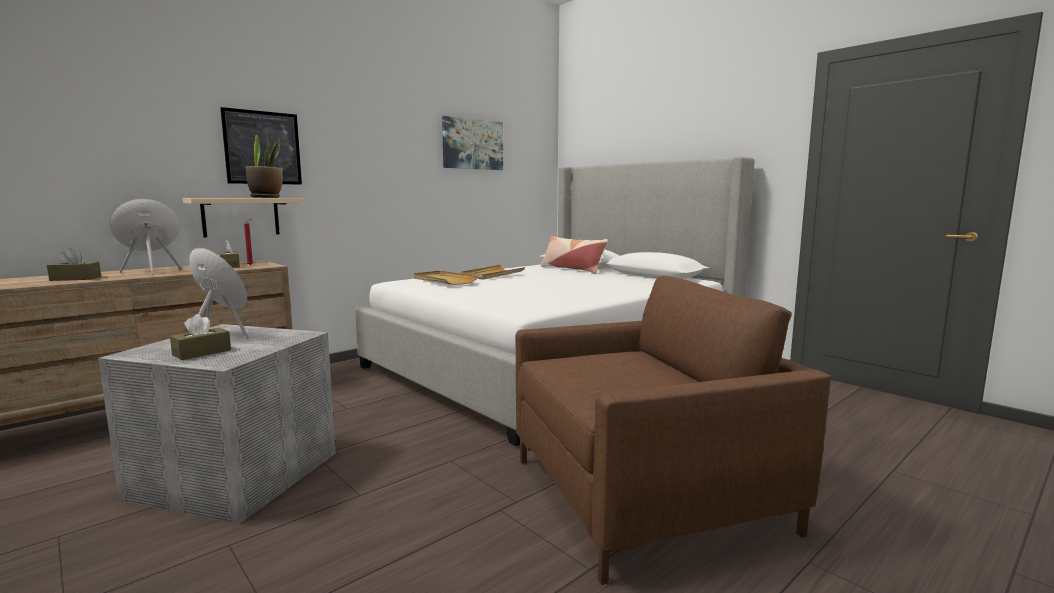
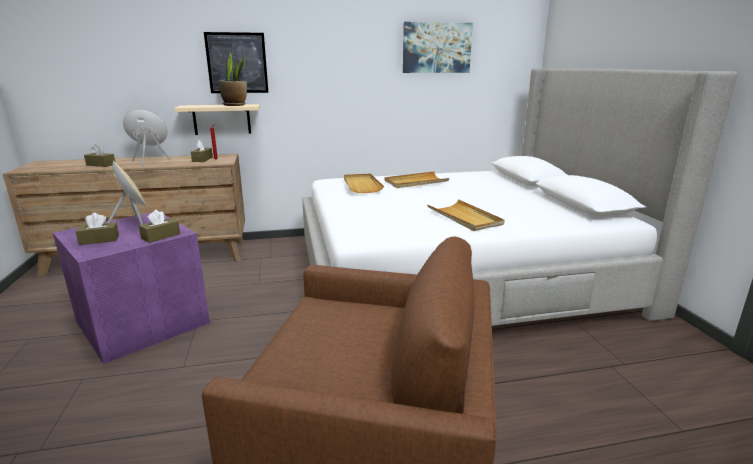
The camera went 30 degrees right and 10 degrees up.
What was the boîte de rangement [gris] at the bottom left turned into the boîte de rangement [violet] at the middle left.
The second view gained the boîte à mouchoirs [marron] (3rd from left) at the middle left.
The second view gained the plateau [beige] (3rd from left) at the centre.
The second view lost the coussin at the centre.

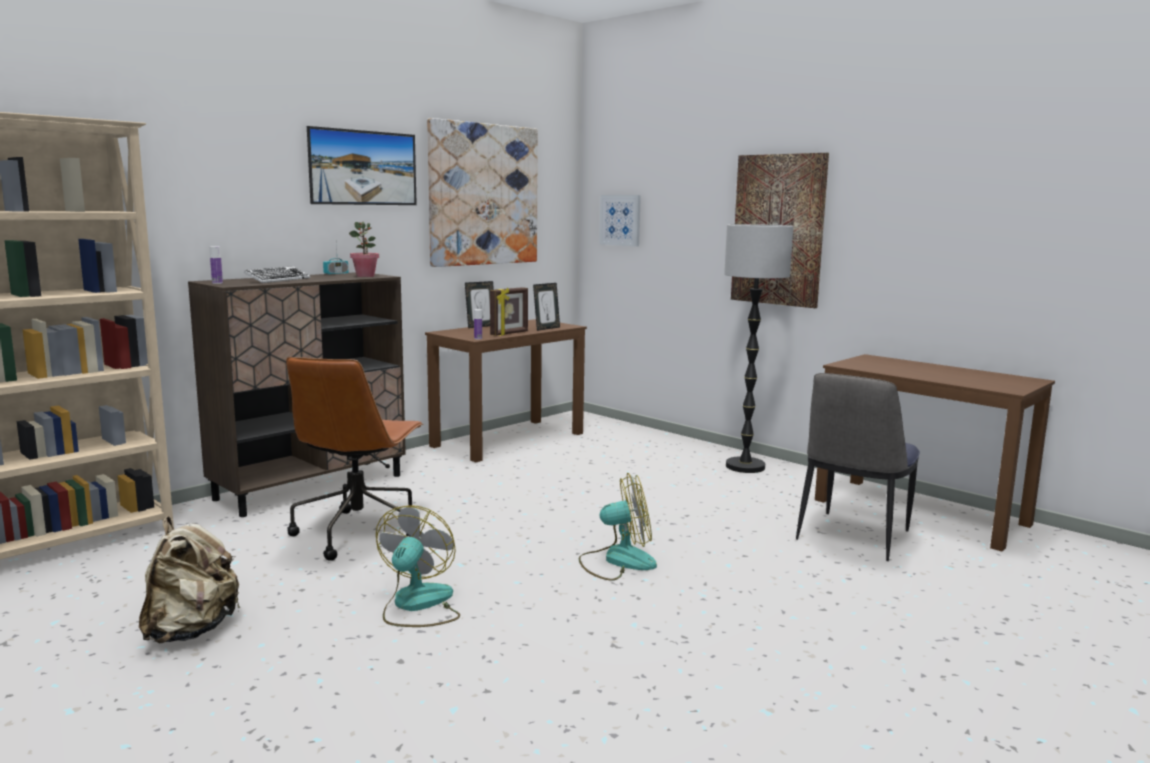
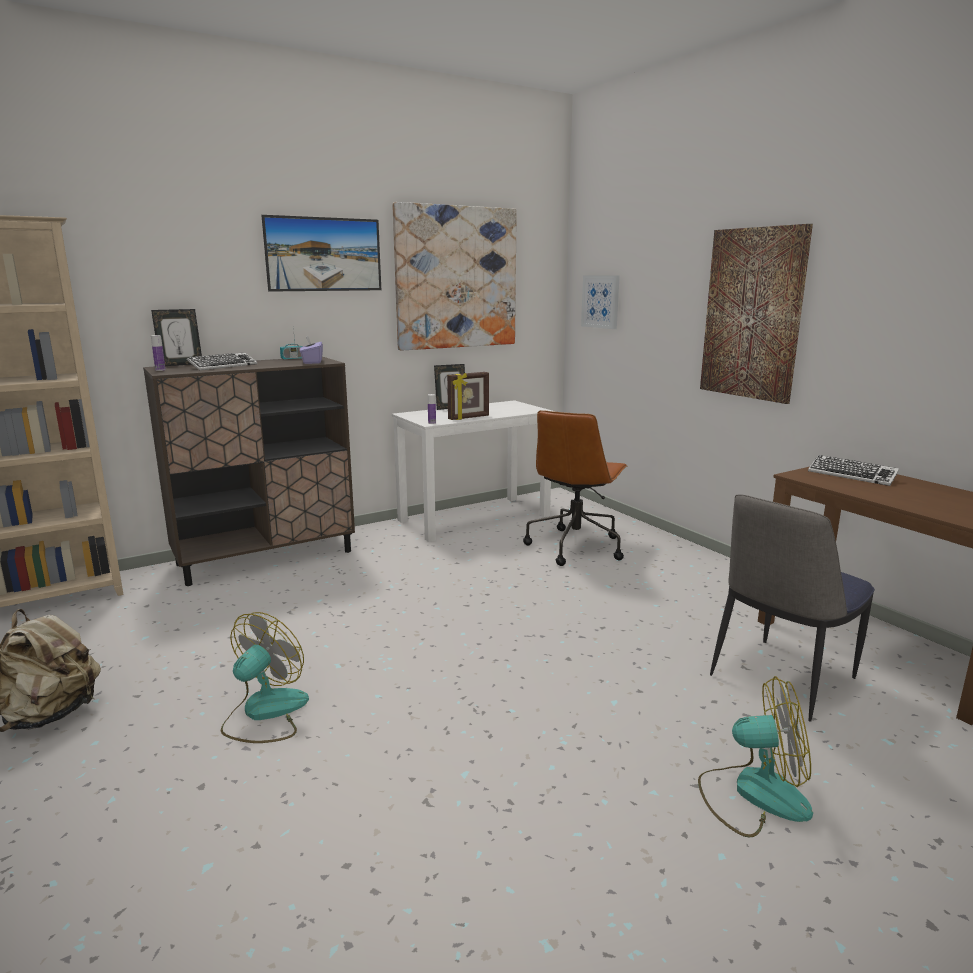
The camera went 15 degrees right and 5 degrees up.
The cadre photo (3rd from left in the first image) ended up elsewhere, having gone from the centre to the middle left.
Where the plante en pot stood at the top left, the boîte à mouchoirs [violet] came to stand at the middle left.
What was the bureau [marron] (1st from left) at the centre turned into the bureau [blanc] at the centre.
The chaise de bureau [marron] ended up elsewhere, having gone from the middle left to the centre.
The ventilateur (2nd from left) ended up elsewhere, having gone from the bottom centre to the bottom right.
The second view gained the clavier (2nd from left) at the middle right.
The second view lost the lampadaire at the centre.

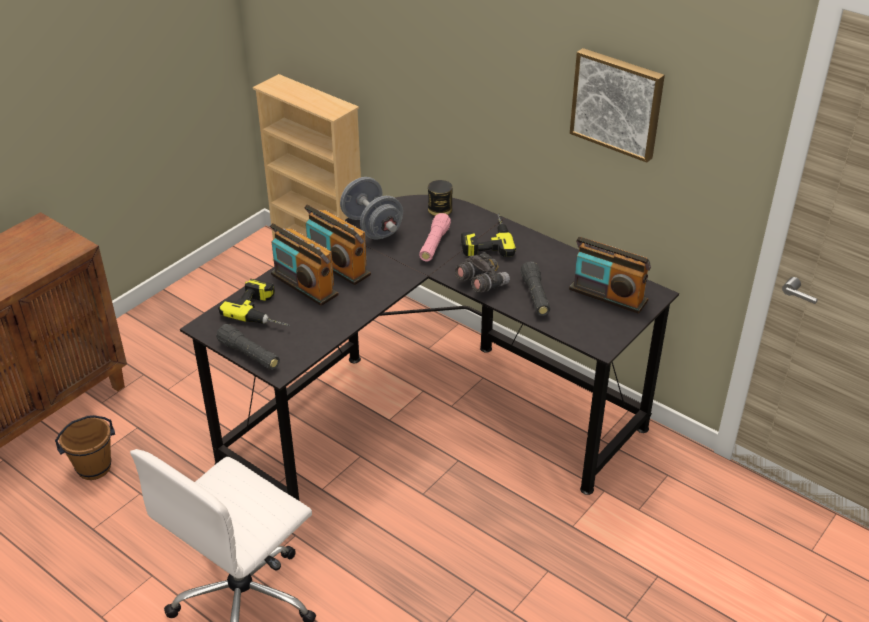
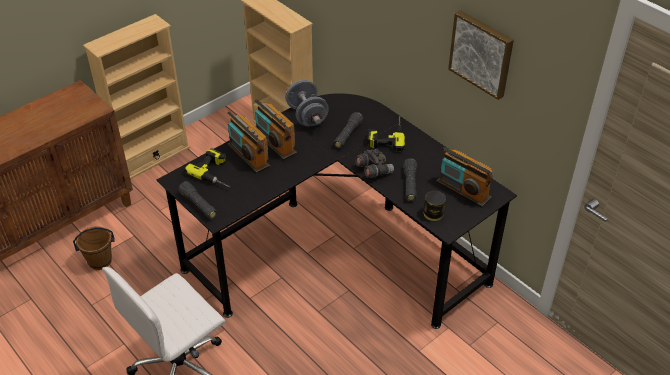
The camera went 10 degrees right and 5 degrees up.
The second view gained the bibliothèque [beige] (1st from left) at the top left.
What was the lampe de poche [rose] at the centre turned into the lampe de poche [noir] (2nd from left) at the centre.
The boîte métallique ended up elsewhere, having gone from the top centre to the centre.

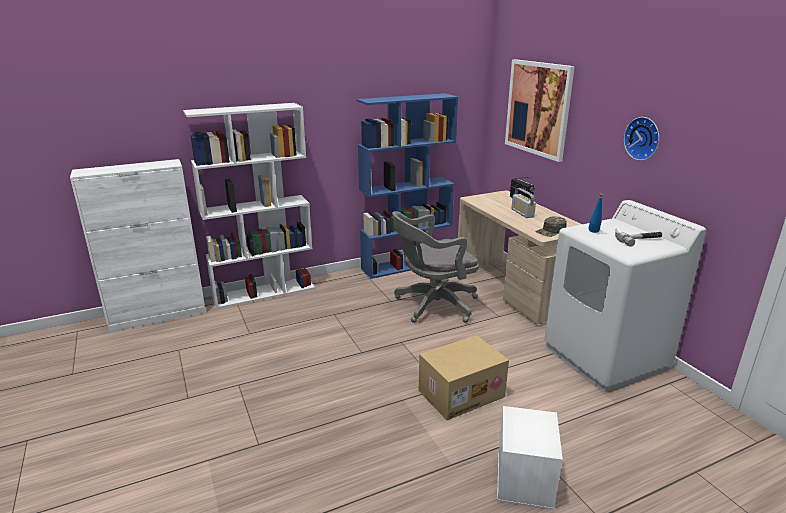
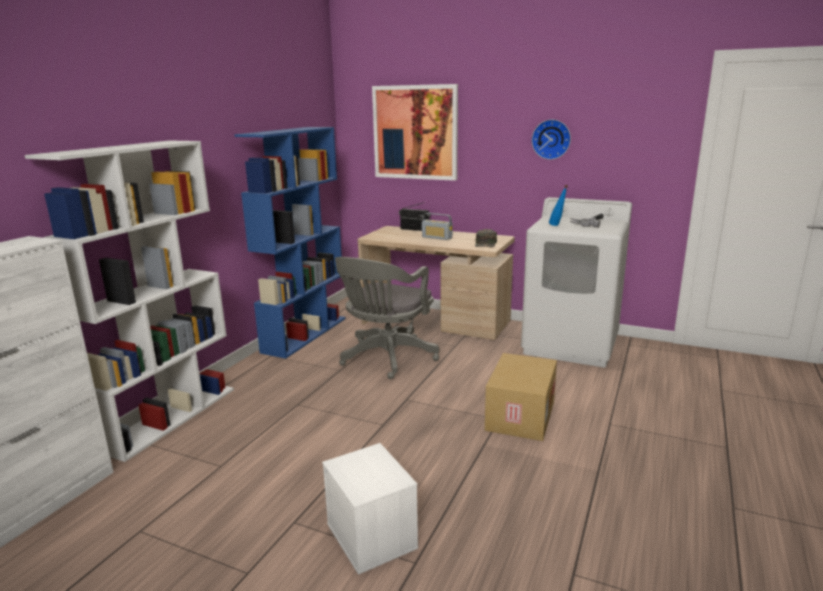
The camera went 40 degrees left and 5 degrees down.
The boîte de rangement [blanc] ended up elsewhere, having gone from the bottom right to the bottom centre.

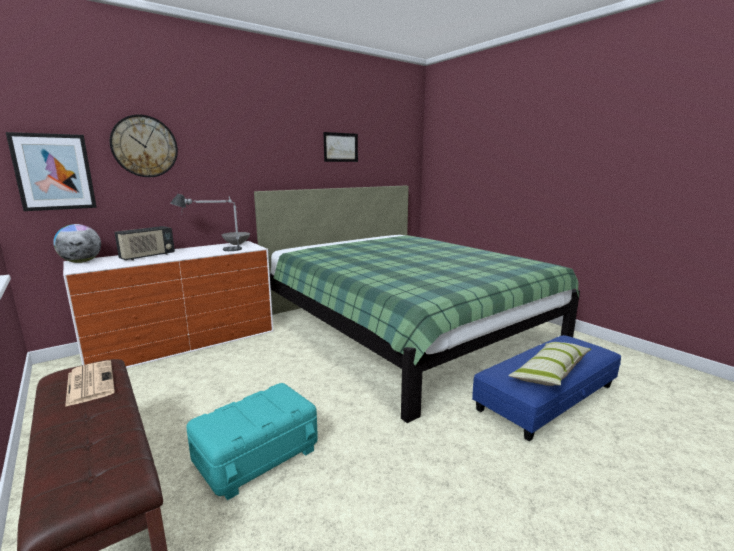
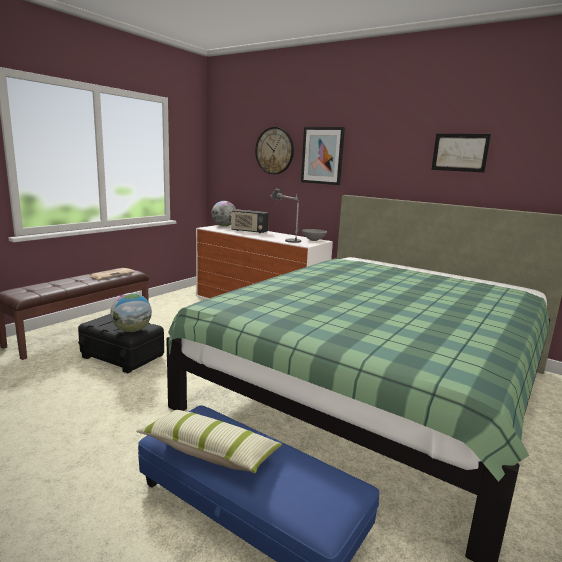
The camera went 70 degrees right and 0 degrees up.
What was the boîte de rangement [turquoise] at the bottom centre turned into the boîte de rangement [noir] at the middle left.
The second view gained the globe (1st from left) at the middle left.
The tableau (1st from left) ended up elsewhere, having gone from the top left to the top centre.

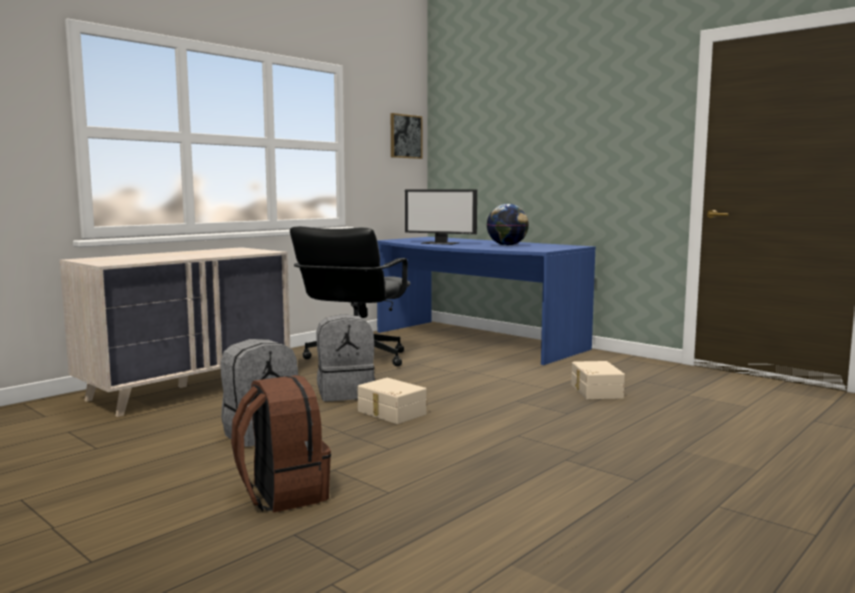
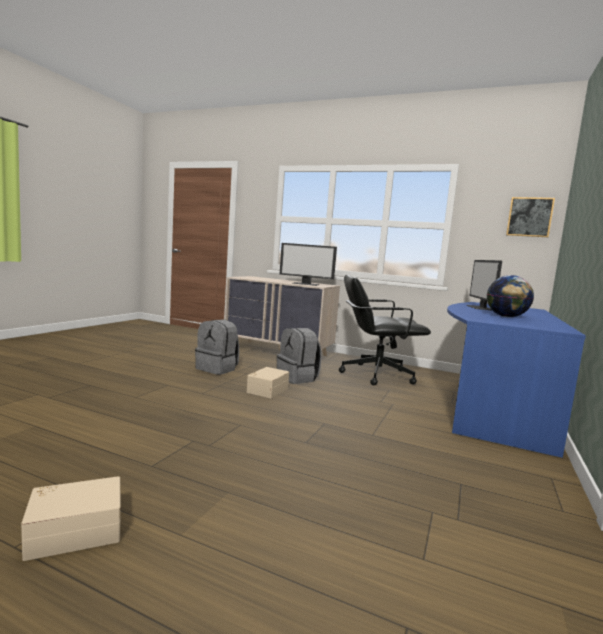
The camera went 70 degrees right and 0 degrees up.
The boîte de rangement [beige] (2nd from left in the first image) ended up elsewhere, having gone from the middle right to the bottom left.
The second view gained the écran d'ordinateur (1st from left) at the centre.
The second view lost the sac à dos [marron] at the bottom left.

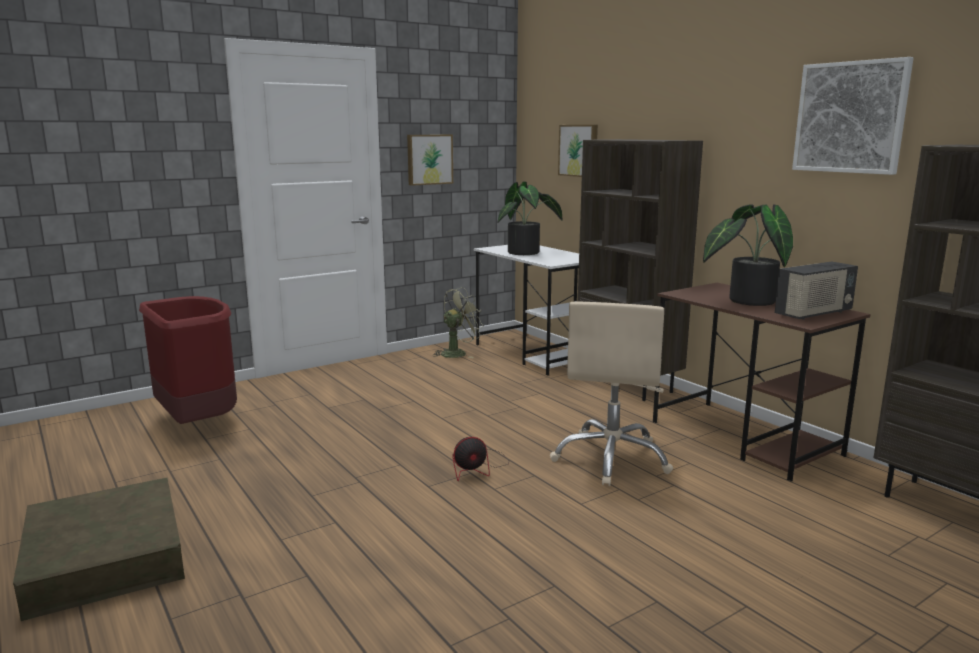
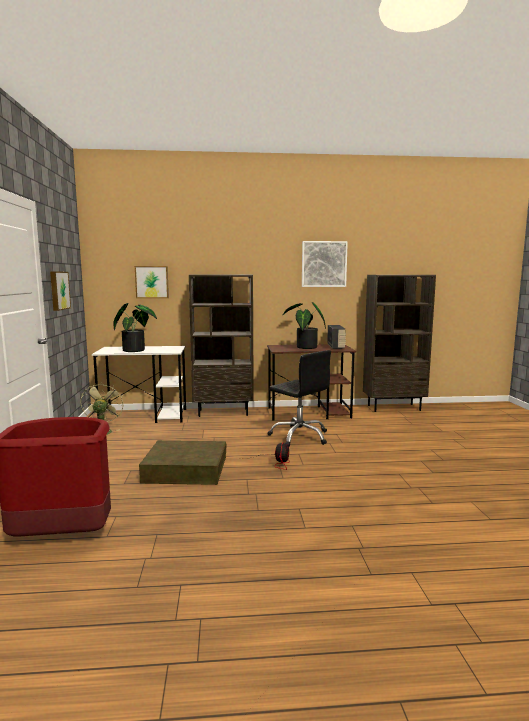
The camera went 60 degrees left and 5 degrees down.
The boîte de rangement [marron] ended up elsewhere, having gone from the bottom left to the centre.
What was the chaise de bureau [beige] at the centre turned into the chaise de bureau [noir] at the centre.

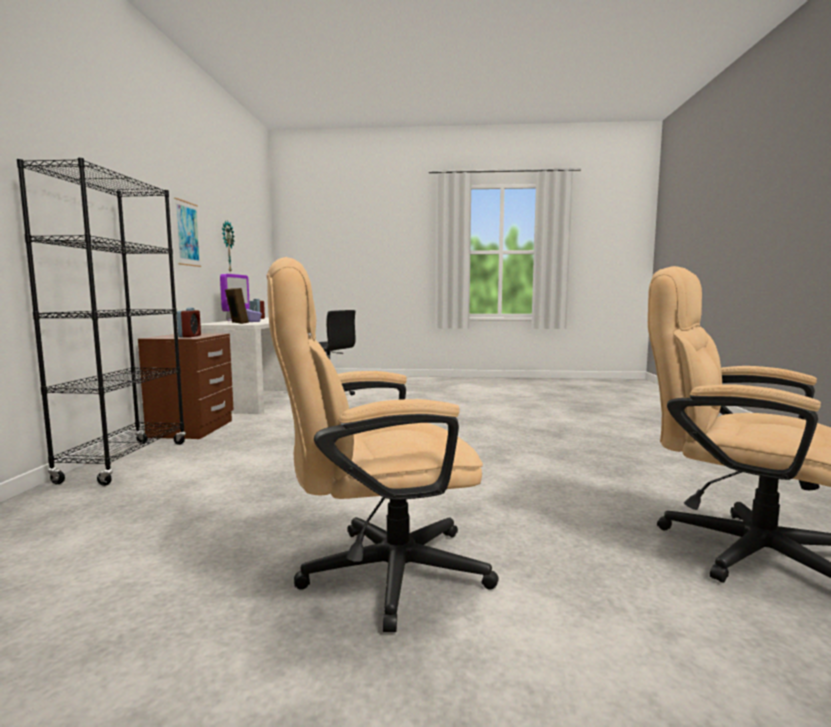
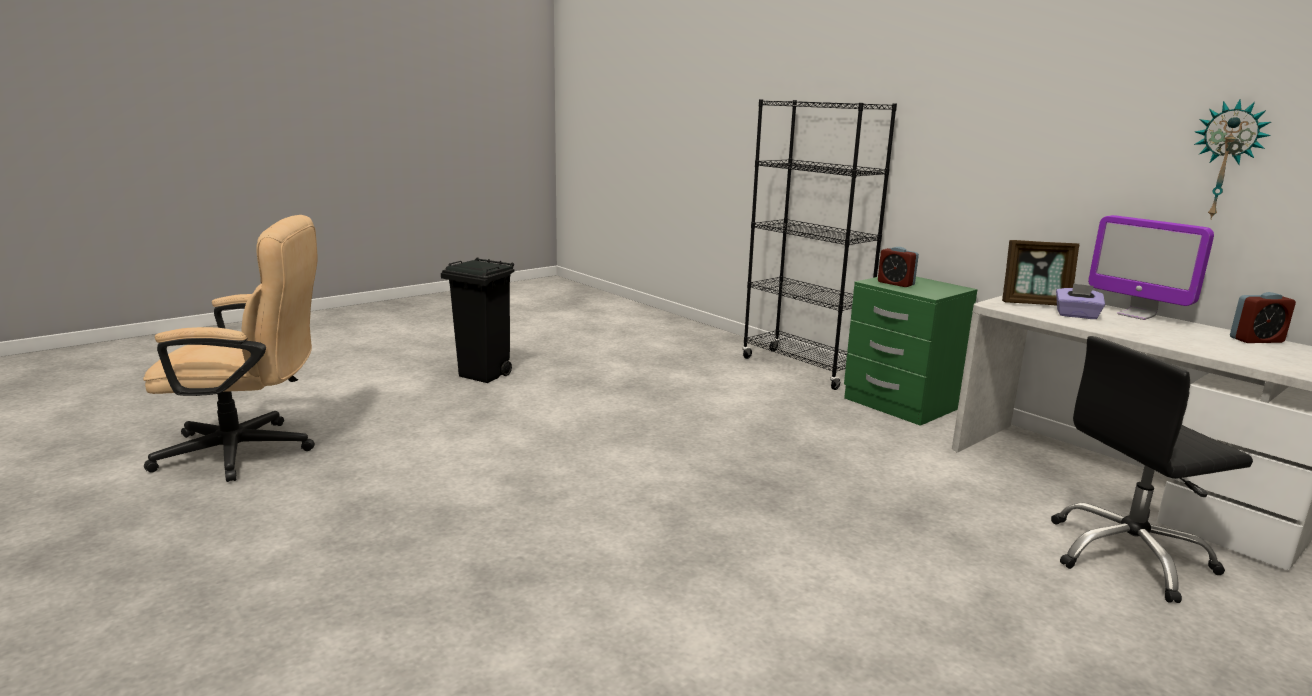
The camera went 135 degrees right and 10 degrees up.
Where the chaise de bureau [beige] (1st from left) stood at the centre, the poubelle [noir] came to stand at the centre.
What was the table de chevet [marron] at the middle left turned into the table de chevet [vert] at the middle right.
The second view lost the tableau at the top left.

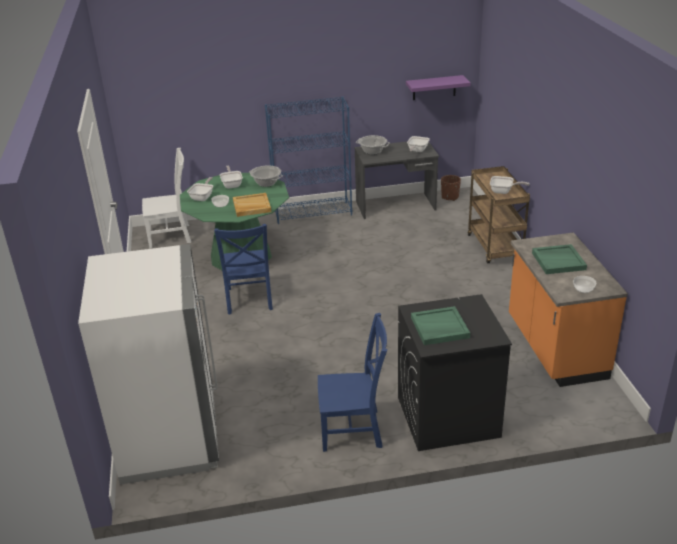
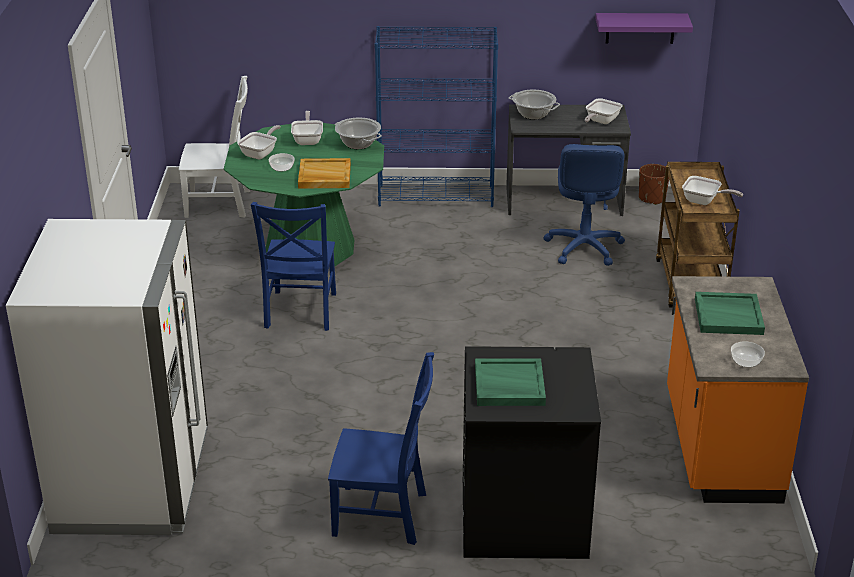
The camera went 10 degrees right and 0 degrees up.
The second view gained the chaise de bureau [bleu] at the middle right.

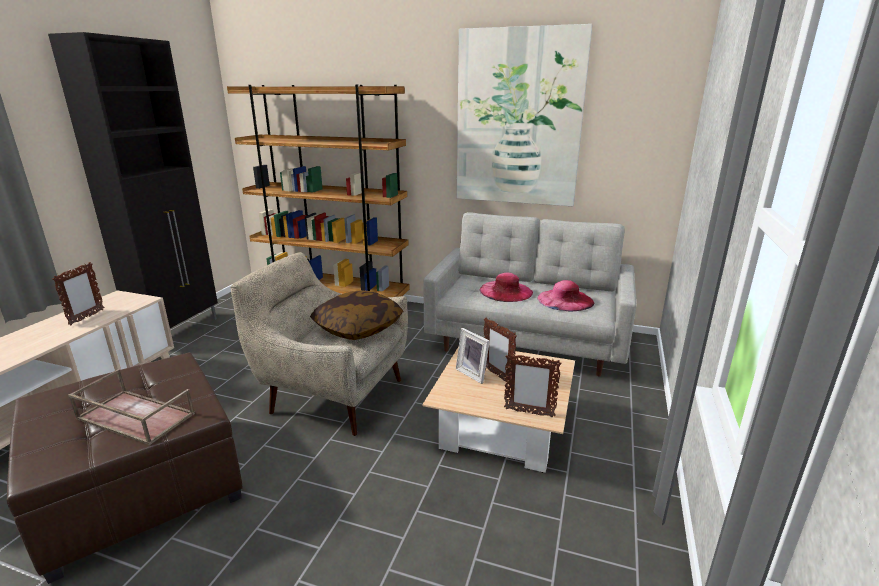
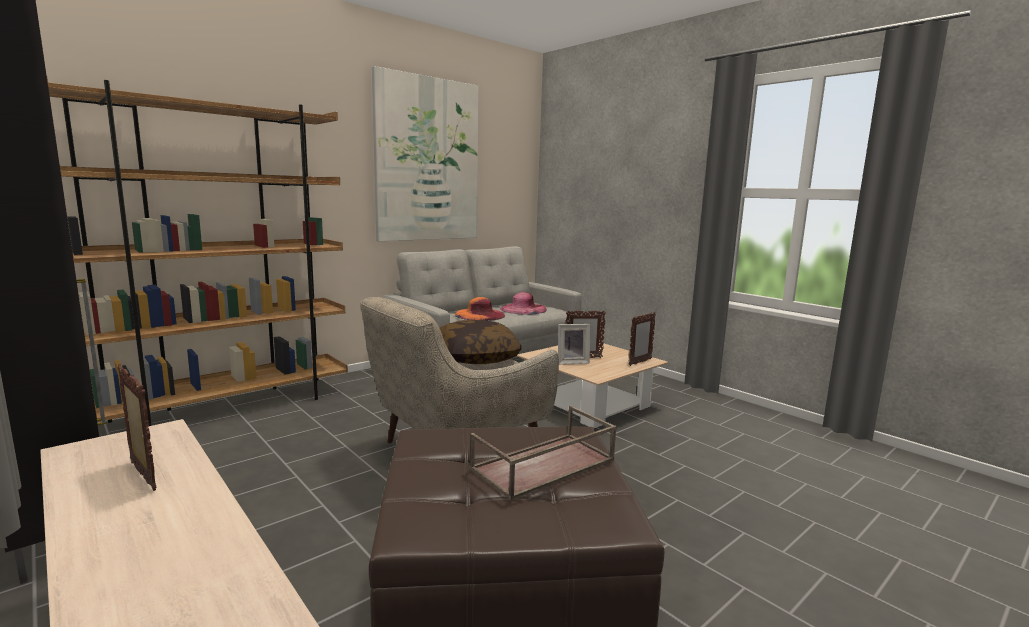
The camera went 60 degrees left and 10 degrees down.
What was the chapeau [rose] (1st from left) at the centre turned into the chapeau [orange] at the centre.

